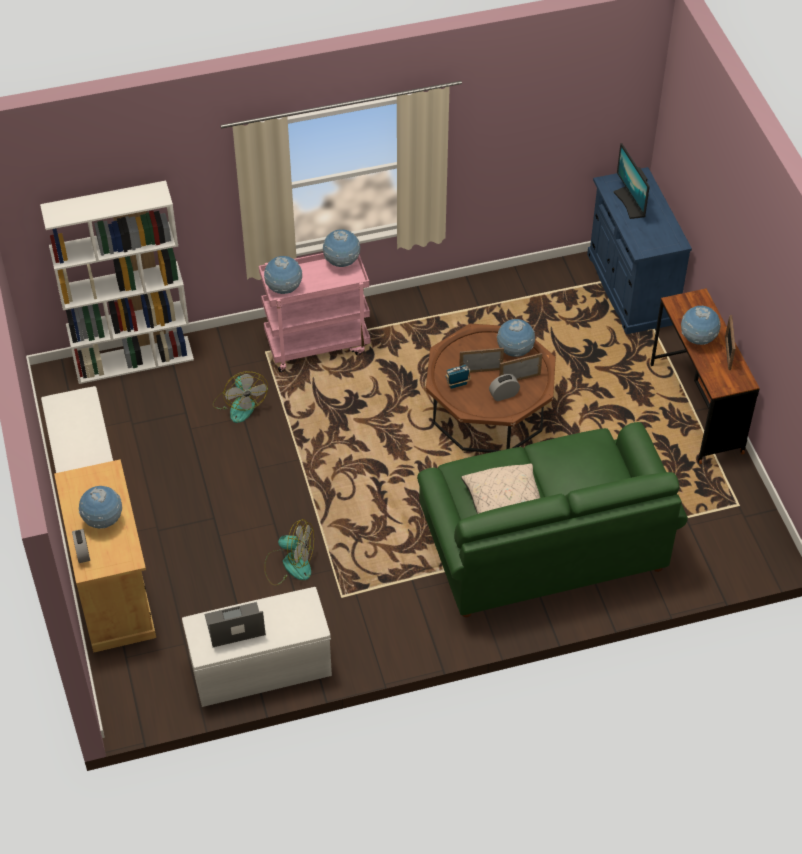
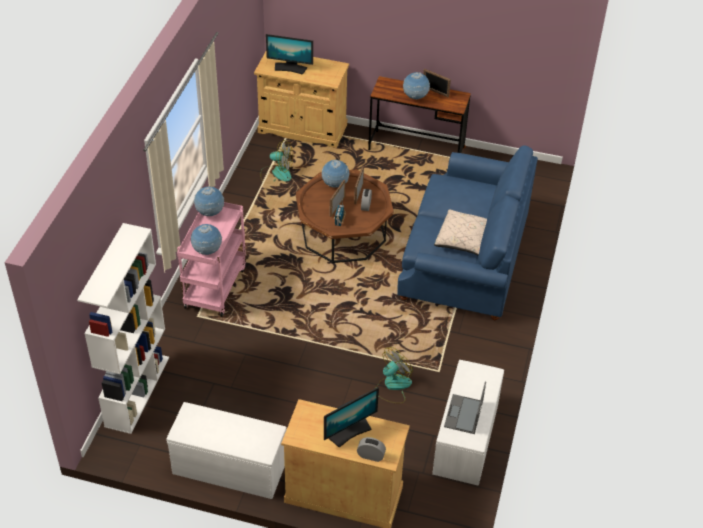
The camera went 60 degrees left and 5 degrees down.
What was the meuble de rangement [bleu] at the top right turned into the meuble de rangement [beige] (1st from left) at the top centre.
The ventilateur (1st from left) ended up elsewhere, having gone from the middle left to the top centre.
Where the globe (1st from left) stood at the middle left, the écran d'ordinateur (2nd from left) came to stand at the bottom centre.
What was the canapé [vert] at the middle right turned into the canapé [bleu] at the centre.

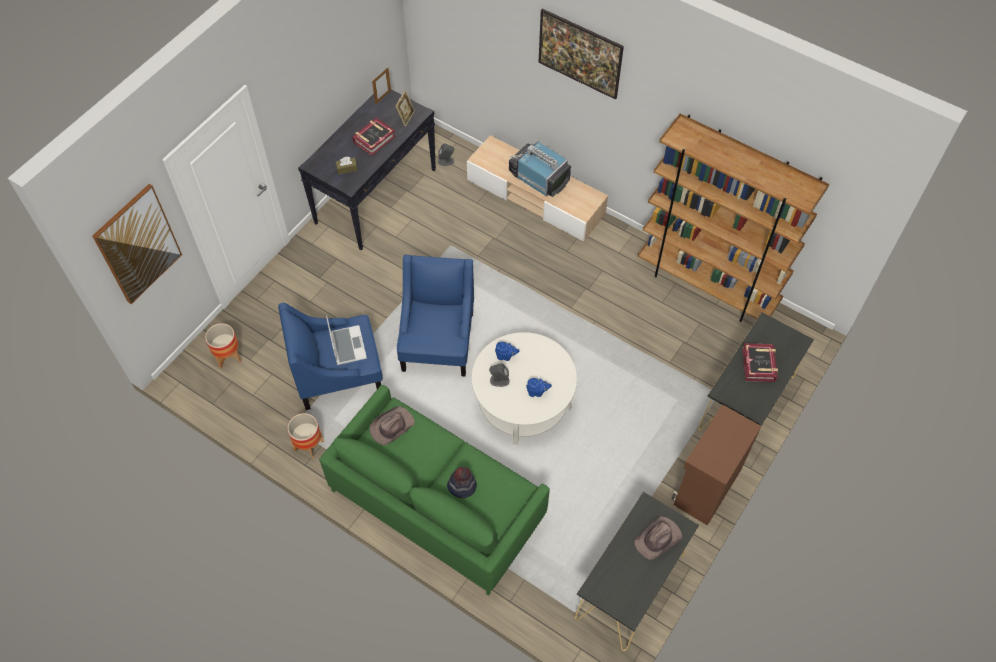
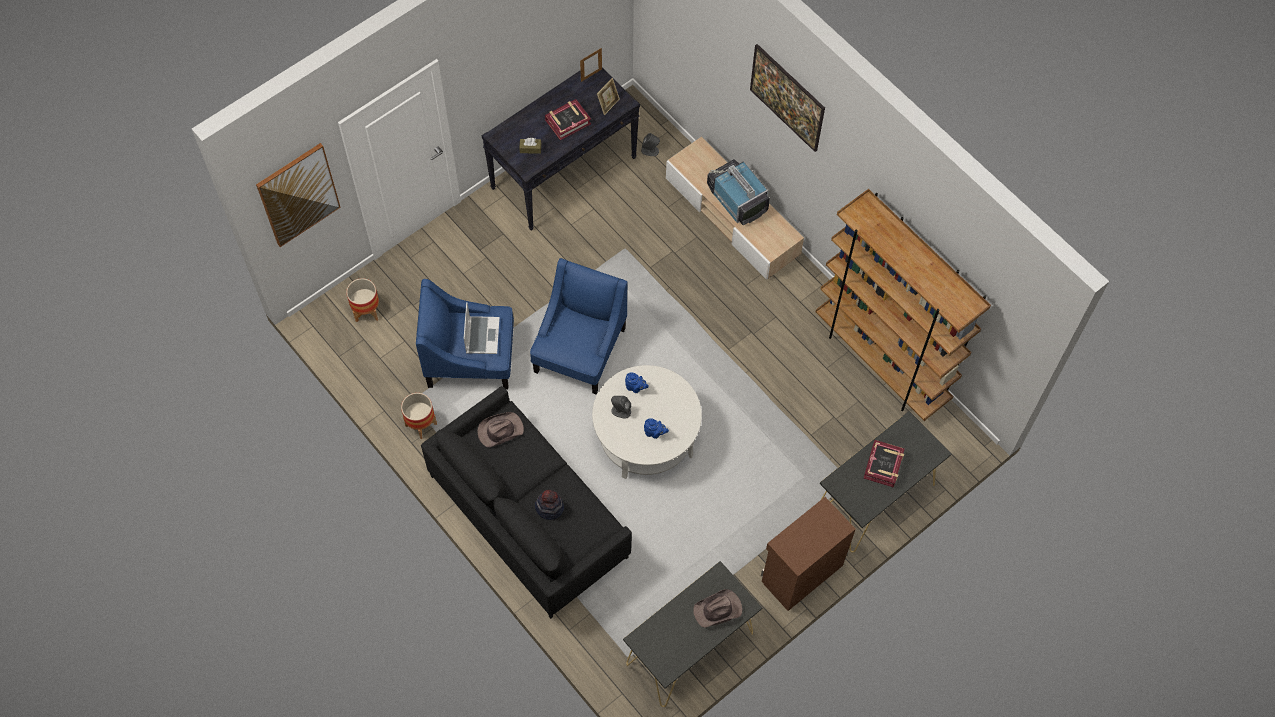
The camera went 15 degrees right and 5 degrees up.
What was the canapé [vert] at the bottom centre turned into the canapé [noir] at the bottom centre.

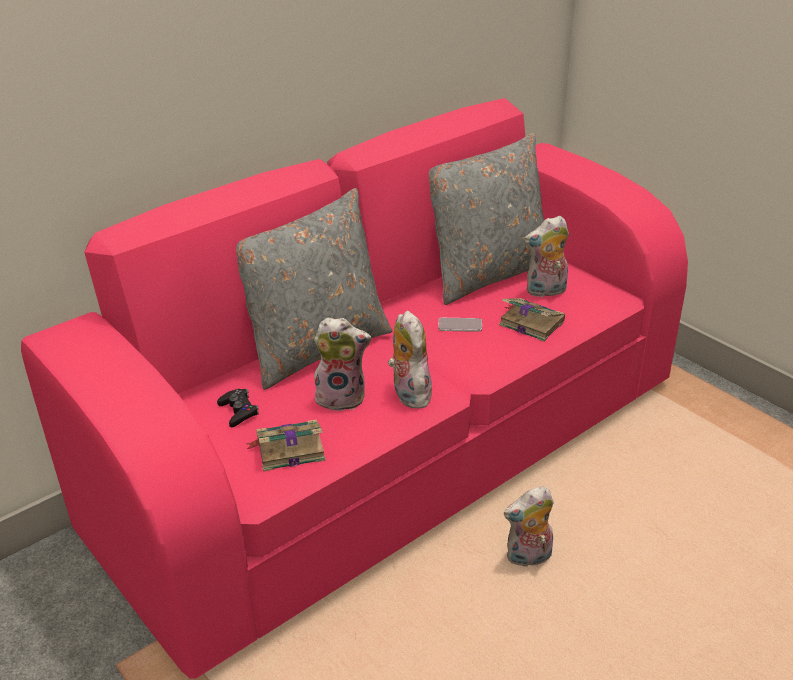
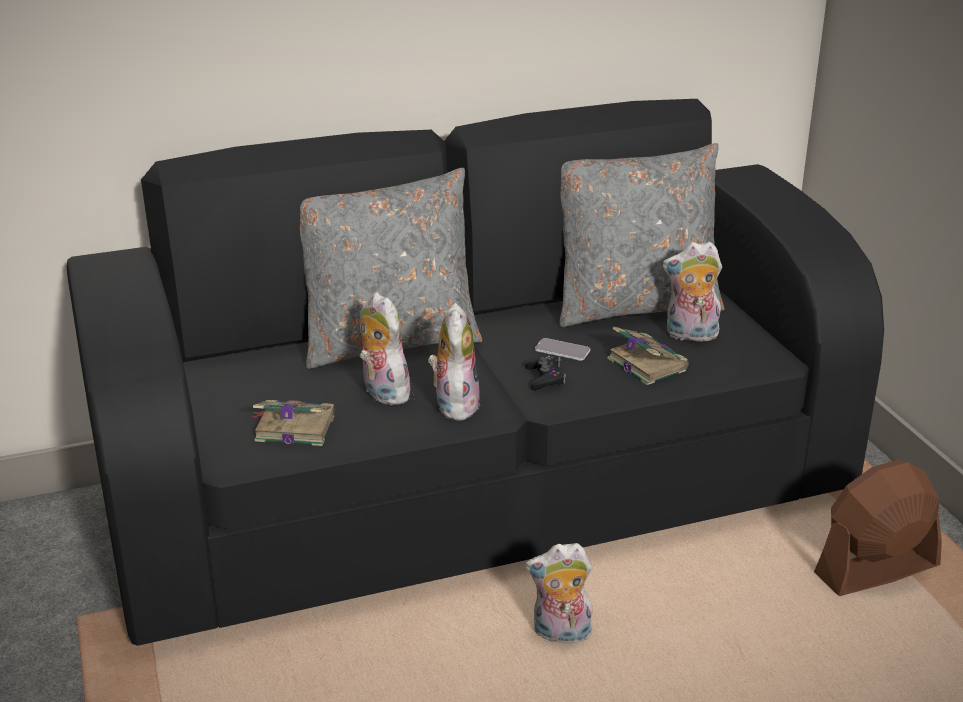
The camera went 20 degrees right and 5 degrees down.
What was the canapé [rose] at the centre turned into the canapé [noir] at the centre.
The peluche (1st from left) at the centre ended up facing another way, 150 degrees counterclockwise from before.
The manette [noir] ended up elsewhere, having gone from the middle left to the centre.
The second view gained the ventilateur [marron] at the bottom right.

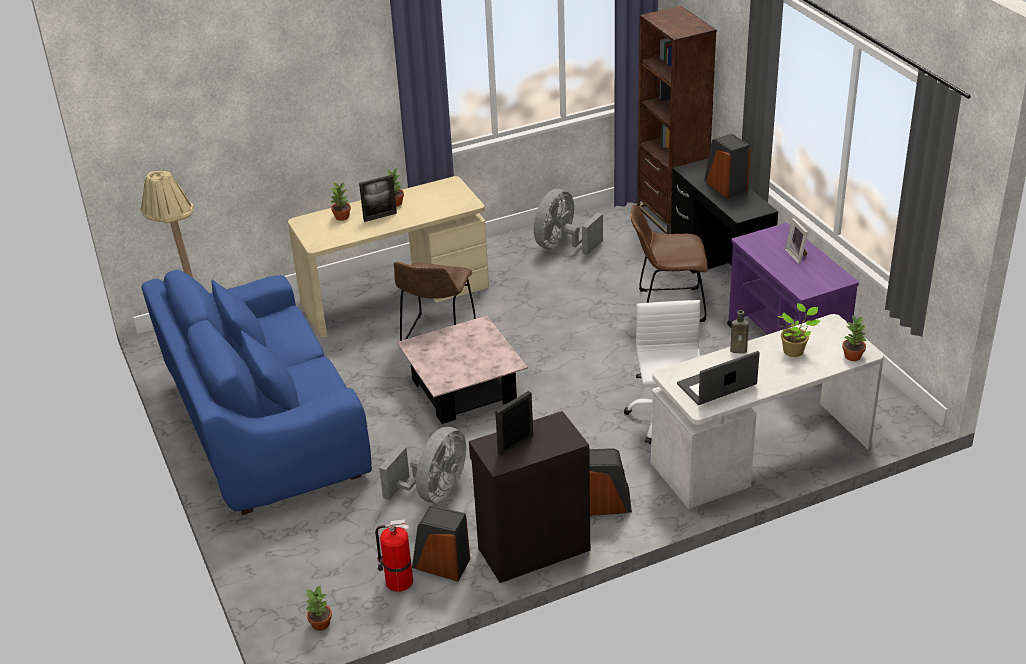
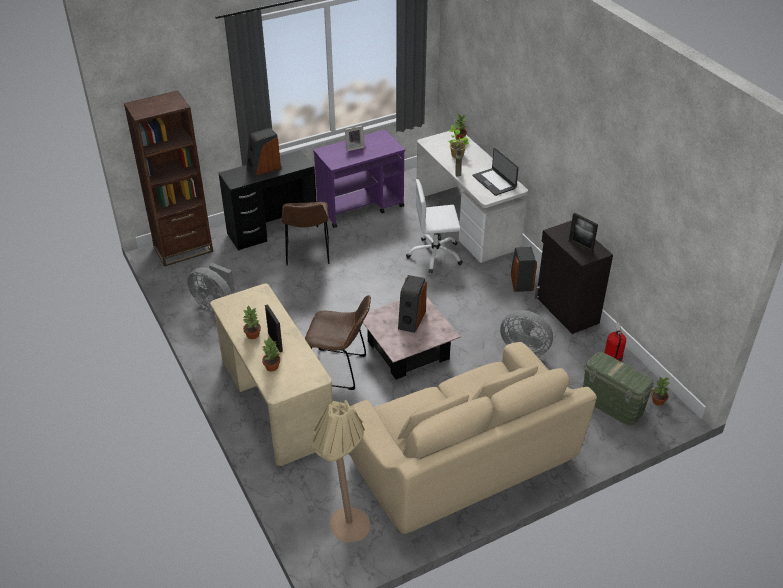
The camera went 95 degrees left and 5 degrees up.
What was the canapé [bleu] at the middle left turned into the canapé [beige] at the bottom centre.
The enceinte (1st from left in the first image) ended up elsewhere, having gone from the bottom centre to the centre.
The second view gained the boîte de rangement [vert] at the middle right.

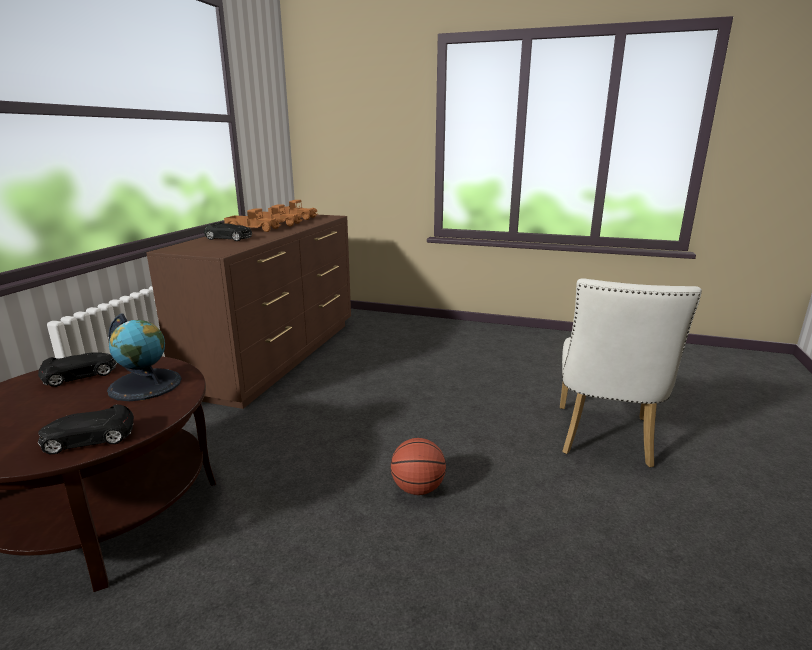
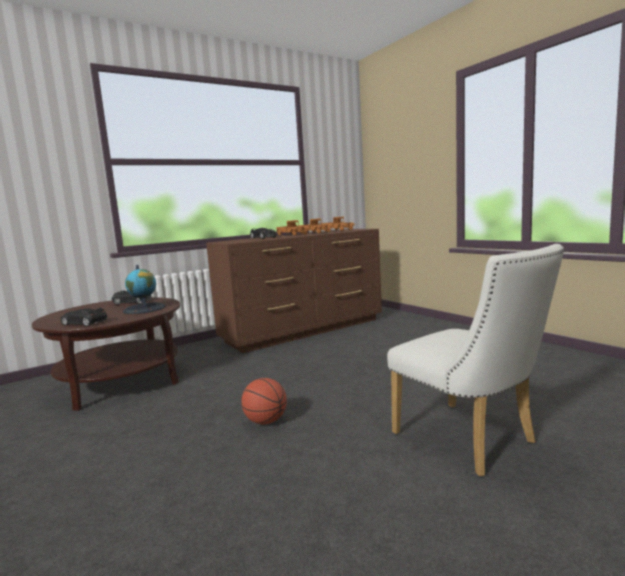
The camera went 40 degrees right and 10 degrees down.
The chaise [blanc] at the middle right ended up facing another way, 90 degrees counterclockwise from before.

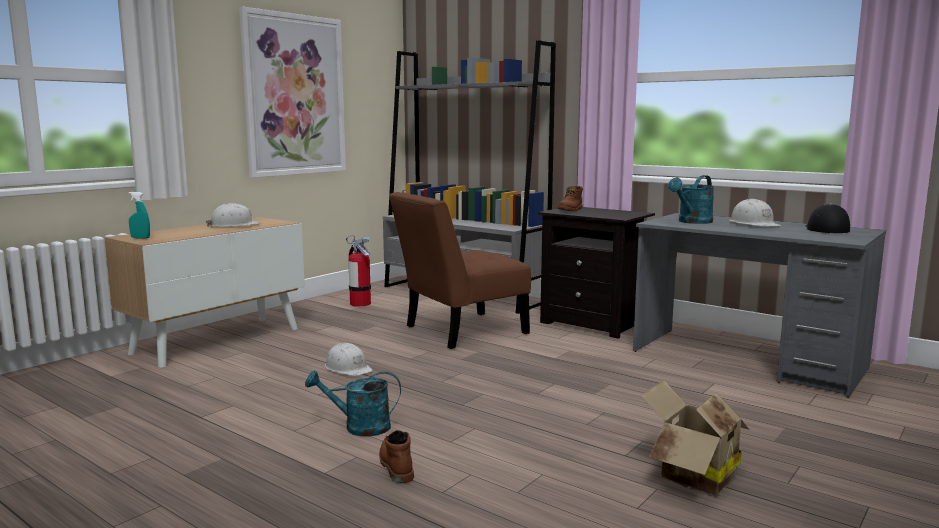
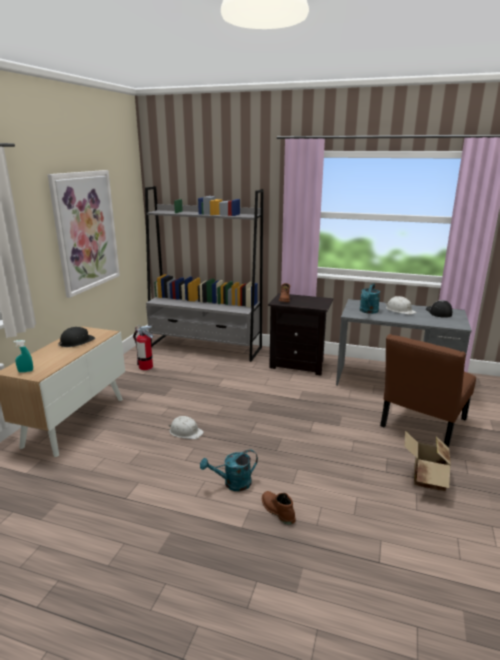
The camera went 20 degrees left and 10 degrees up.
What was the casque de chantier [blanc] (1st from left) at the middle left turned into the casque de chantier [noir] at the middle left.
The chaise [marron] ended up elsewhere, having gone from the centre to the middle right.

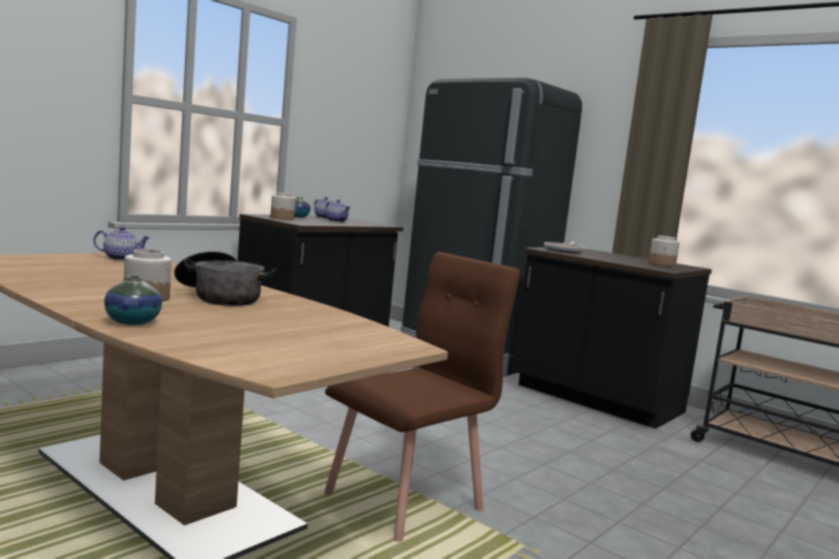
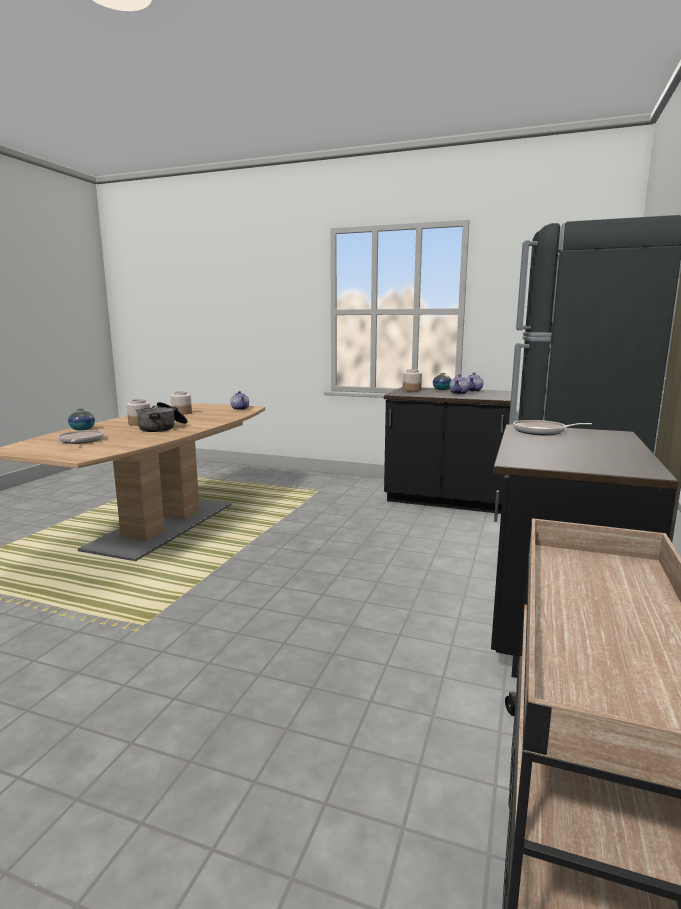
The camera went 70 degrees right and 5 degrees up.
The second view gained the poêle (1st from left) at the middle left.
The bocal (3rd from left in the first image) ended up elsewhere, having gone from the middle right to the middle left.
The second view lost the chaise [marron] at the bottom centre.

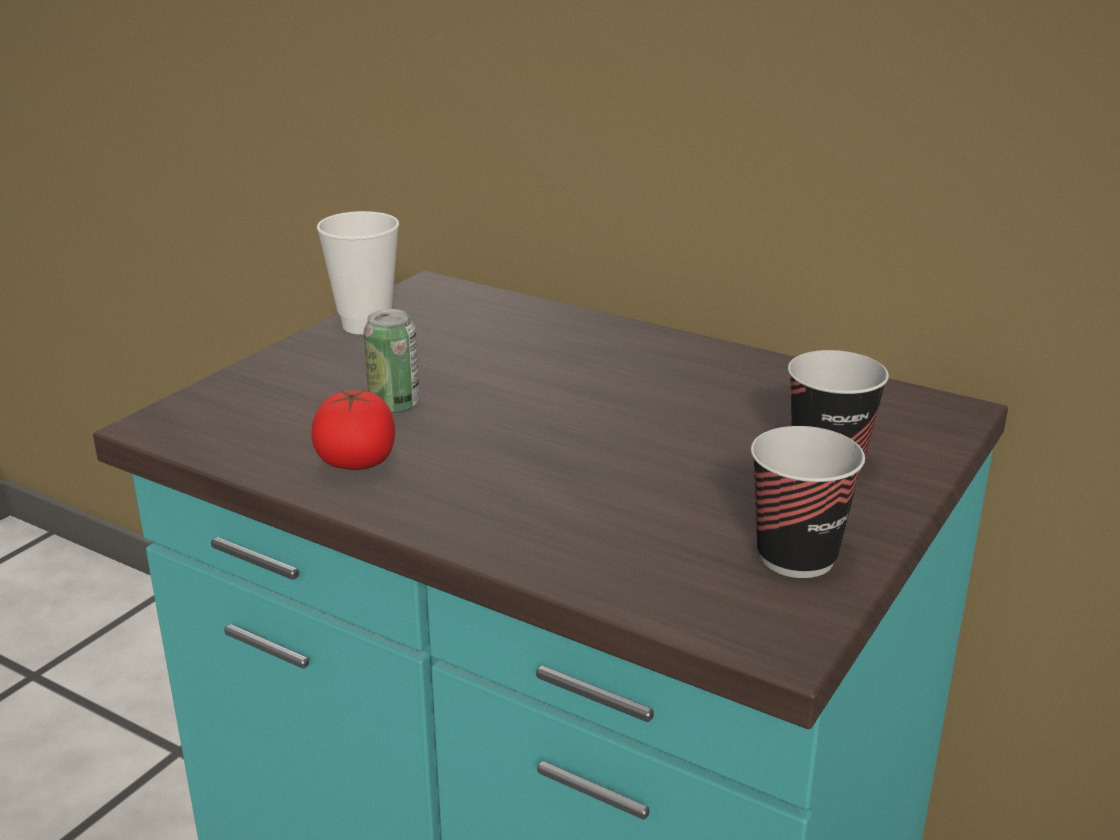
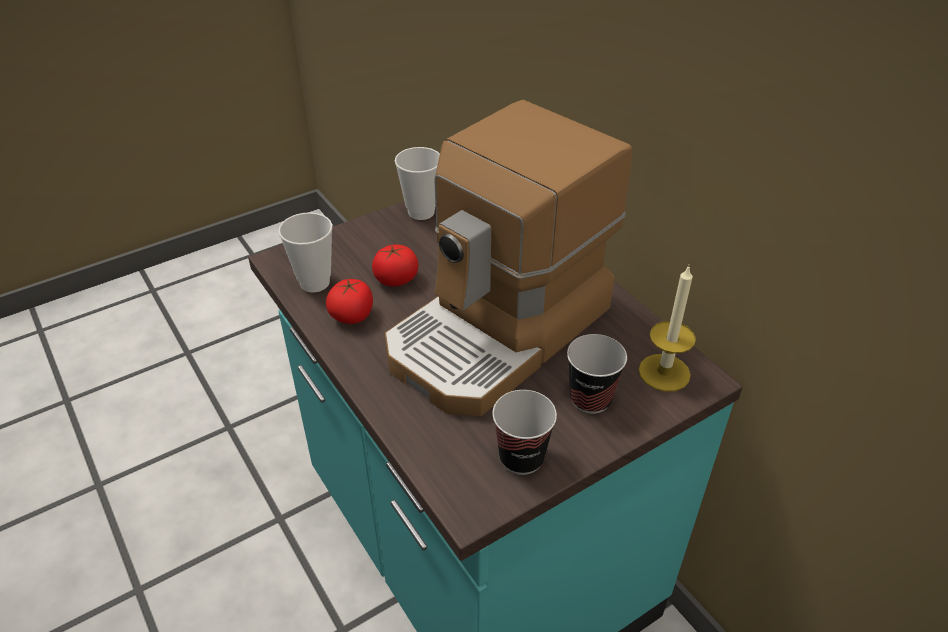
The camera went 25 degrees right and 15 degrees up.
The second view gained the tasse (1st from left) at the middle left.
Where the boîte métallique stood at the centre, the tomate (2nd from left) came to stand at the centre.
The second view gained the machine à café at the centre.
The second view gained the bougie at the middle right.

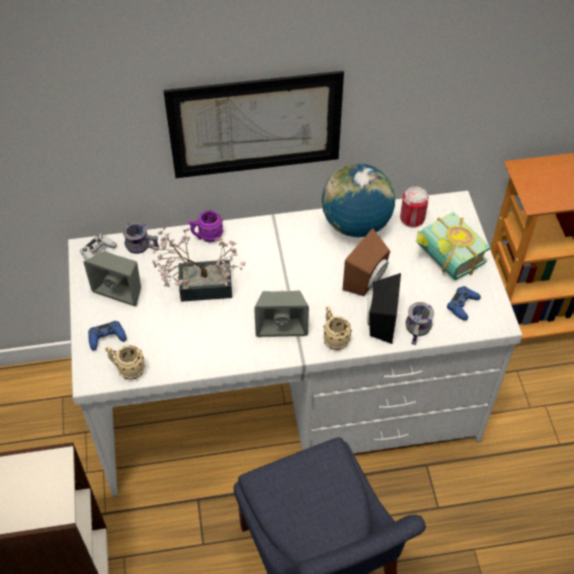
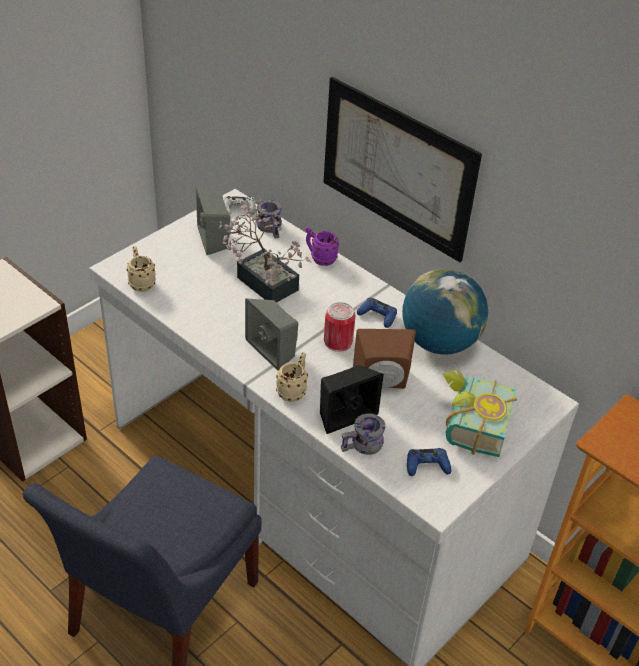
The camera went 50 degrees right and 10 degrees down.
The boîte métallique ended up elsewhere, having gone from the middle right to the centre.
The manette [bleu] (1st from left) ended up elsewhere, having gone from the middle left to the centre.

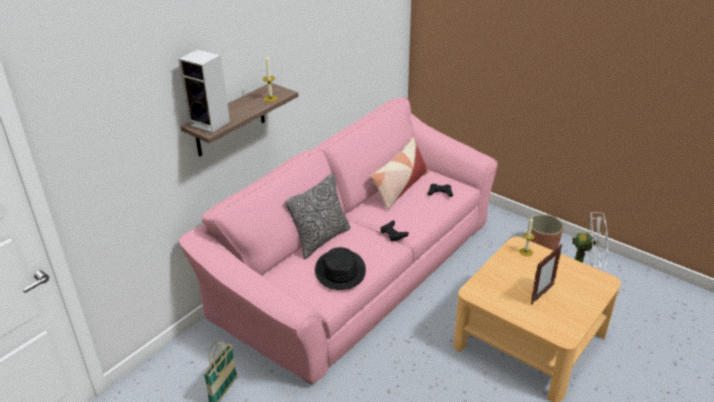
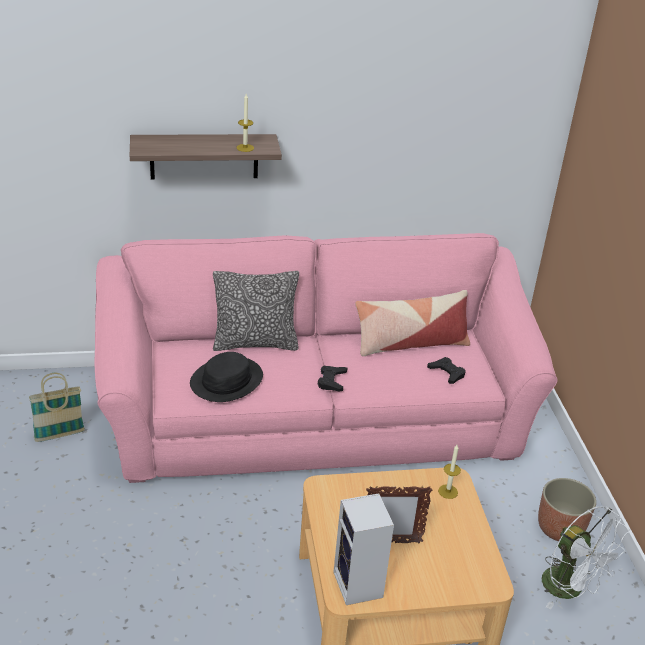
The camera went 40 degrees right and 0 degrees up.
The enceinte ended up elsewhere, having gone from the top left to the bottom centre.

